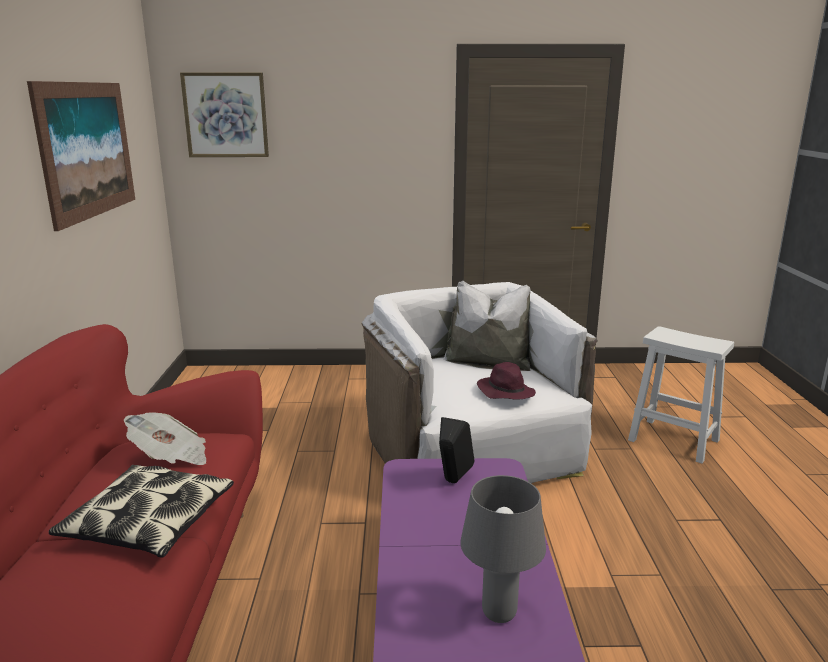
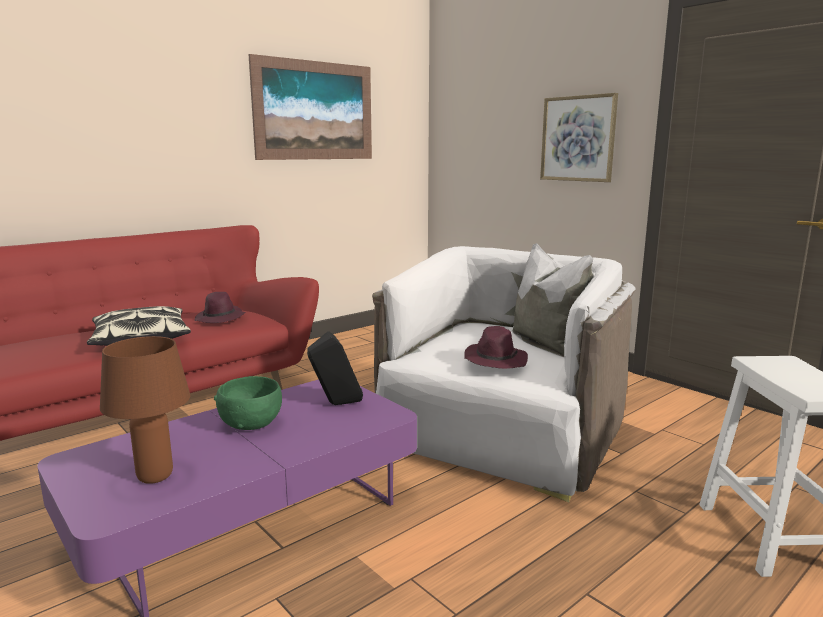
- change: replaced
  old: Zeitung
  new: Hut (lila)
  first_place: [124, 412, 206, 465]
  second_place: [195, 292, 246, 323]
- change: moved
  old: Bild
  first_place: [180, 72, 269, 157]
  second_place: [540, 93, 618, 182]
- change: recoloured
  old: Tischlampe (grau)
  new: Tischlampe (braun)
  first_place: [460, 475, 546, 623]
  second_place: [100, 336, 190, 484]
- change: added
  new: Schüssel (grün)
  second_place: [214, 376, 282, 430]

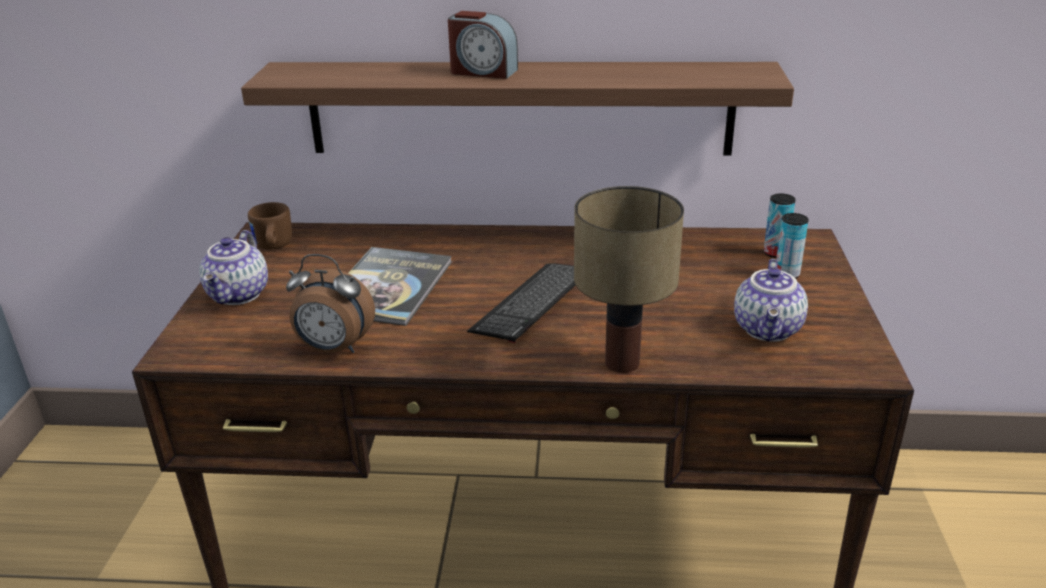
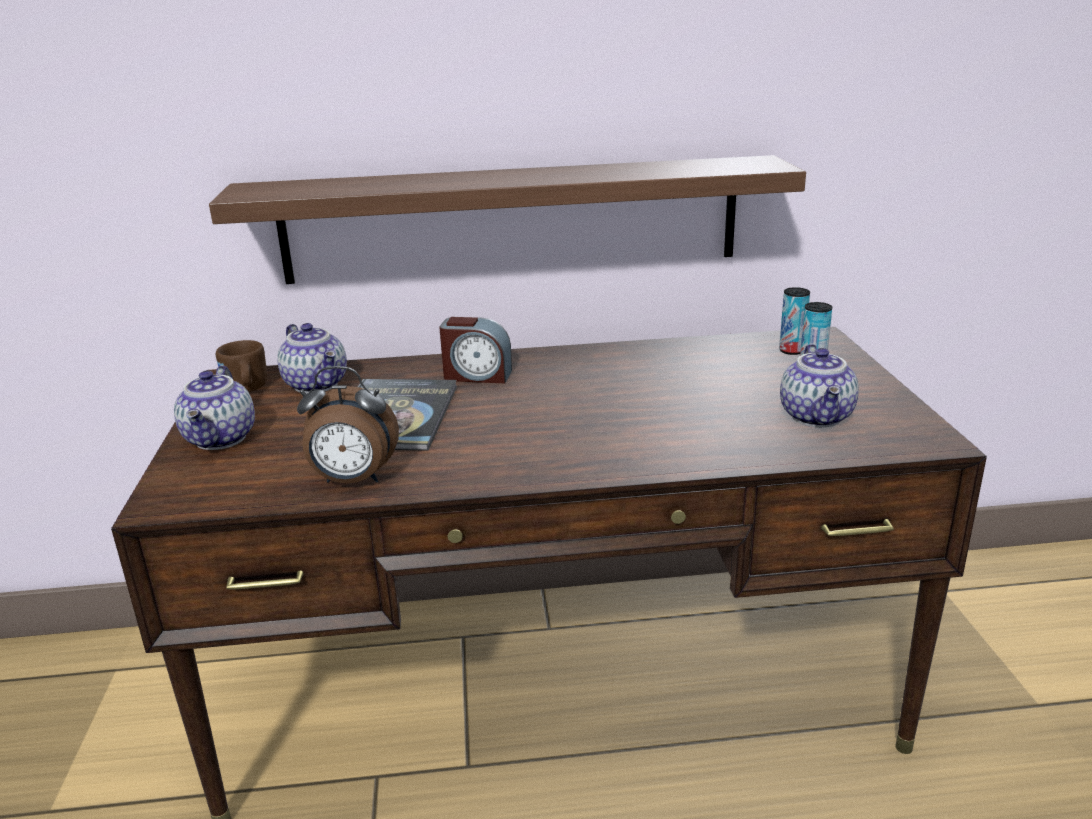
- change: moved
  old: Wecker
  first_place: [448, 11, 518, 79]
  second_place: [439, 317, 512, 383]
- change: removed
  old: Tastatur
  first_place: [467, 263, 575, 343]
- change: removed
  old: Tischlampe
  first_place: [574, 186, 684, 373]
- change: added
  new: Teekanne
  second_place: [277, 323, 347, 394]

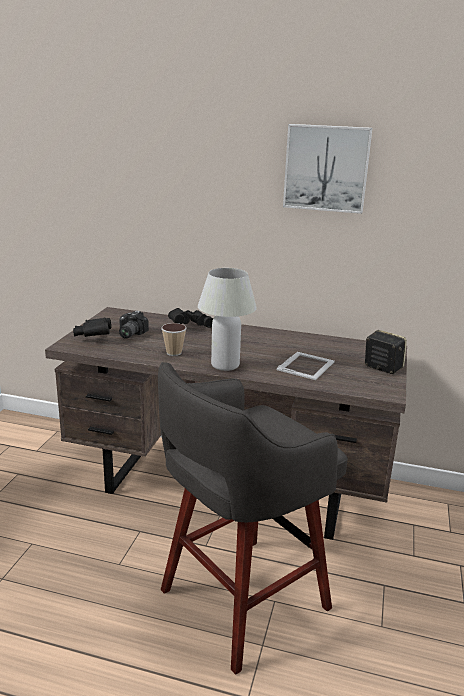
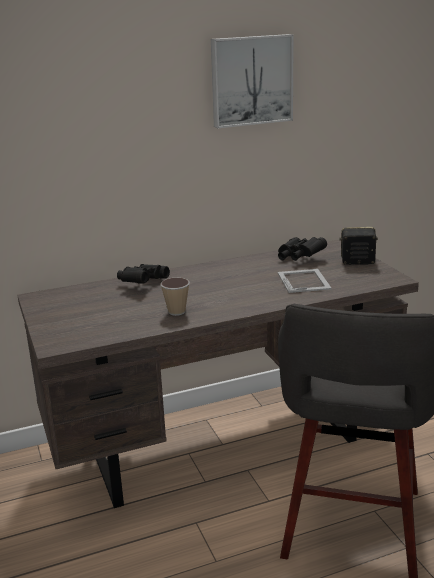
- change: moved
  old: Fernglas (schwarz)
  first_place: [73, 318, 111, 337]
  second_place: [278, 237, 327, 261]
- change: removed
  old: Kamera
  first_place: [119, 311, 149, 339]
- change: removed
  old: Tischlampe (weiß)
  first_place: [198, 268, 257, 371]

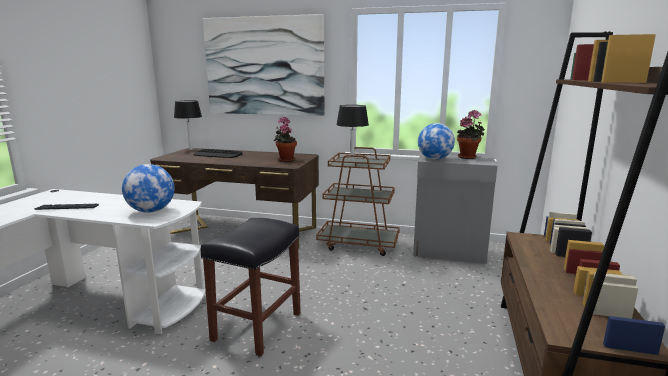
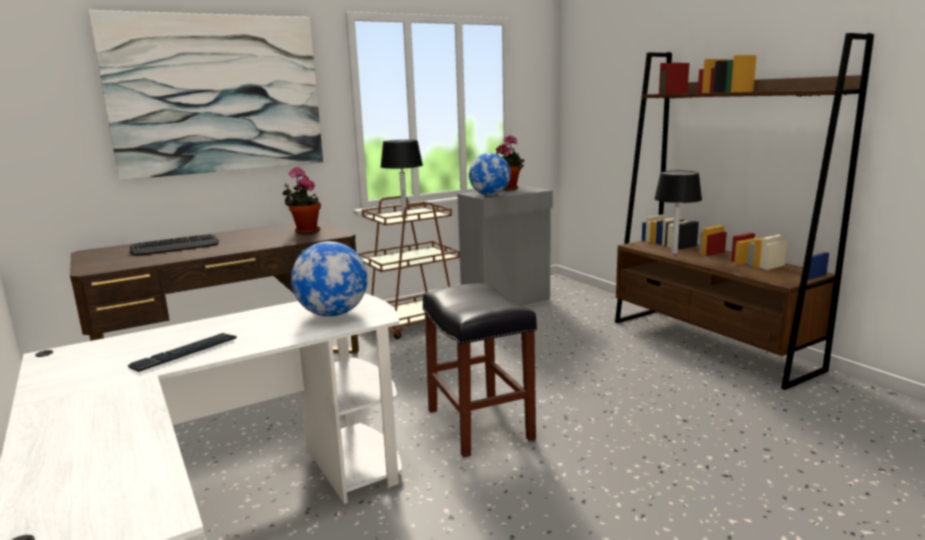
- change: moved
  old: Tischlampe (schwarz)
  first_place: [174, 100, 202, 150]
  second_place: [654, 171, 702, 254]

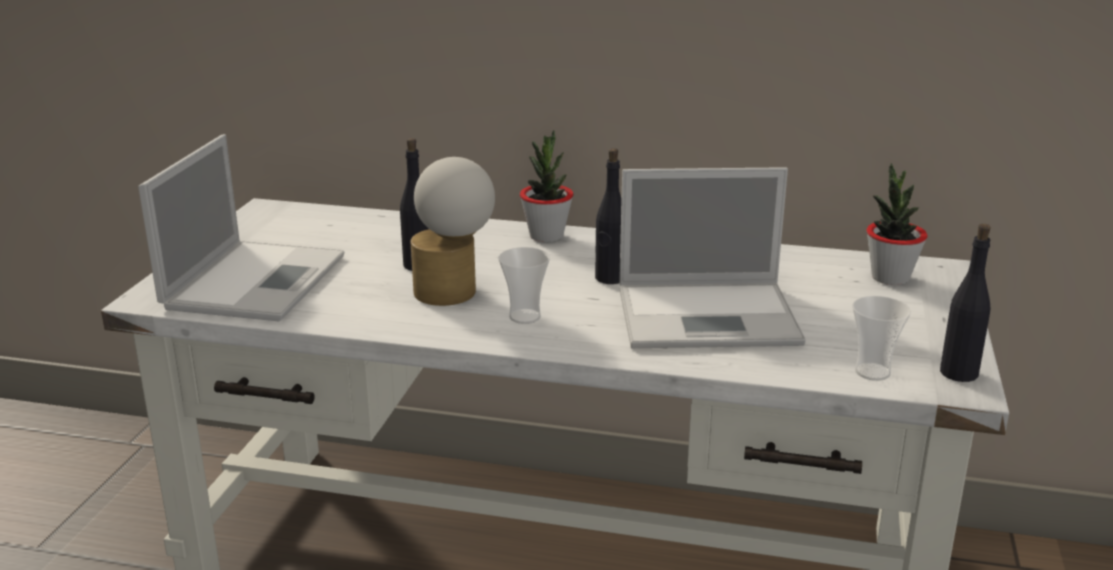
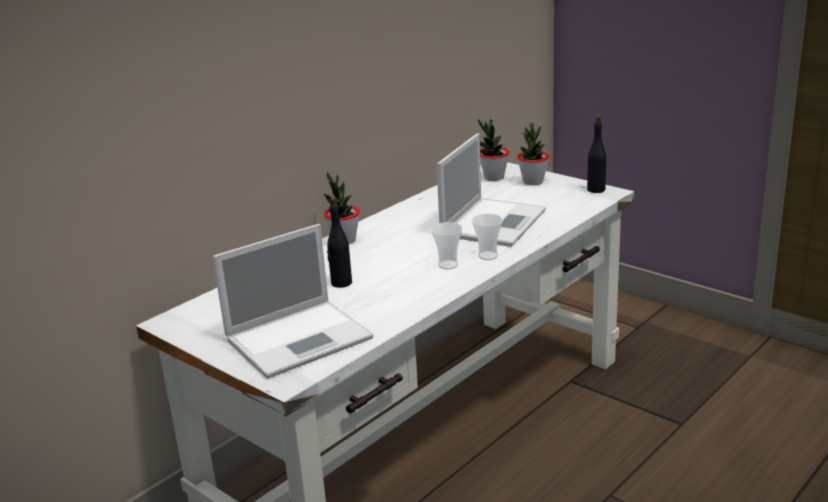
- change: turned
  old: Laptop
  first_place: [138, 134, 344, 321]
  second_place: [213, 224, 373, 379]
  degrees: 105
- change: removed
  old: Tischlampe
  first_place: [411, 157, 495, 306]
- change: removed
  old: Flasche (schwarz)
  first_place: [595, 148, 622, 284]
- change: moved
  old: Tasse
  first_place: [852, 296, 911, 381]
  second_place: [472, 214, 503, 260]
- change: added
  new: Topfpflanze
  second_place: [517, 123, 549, 185]

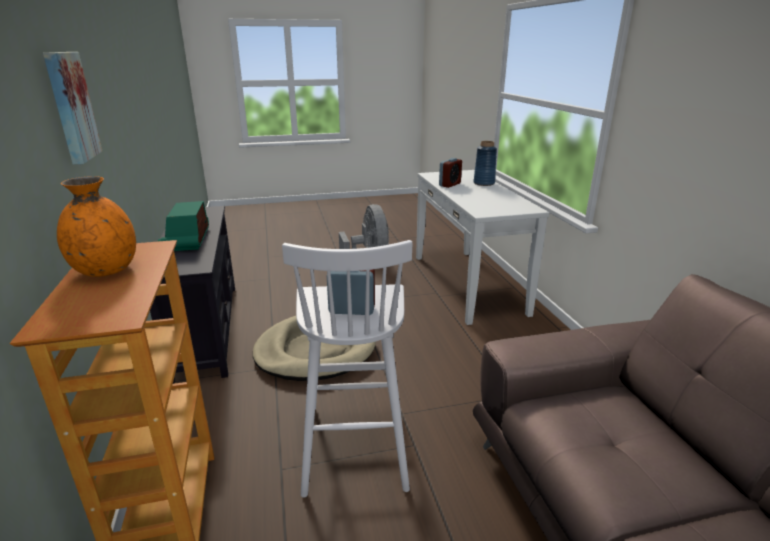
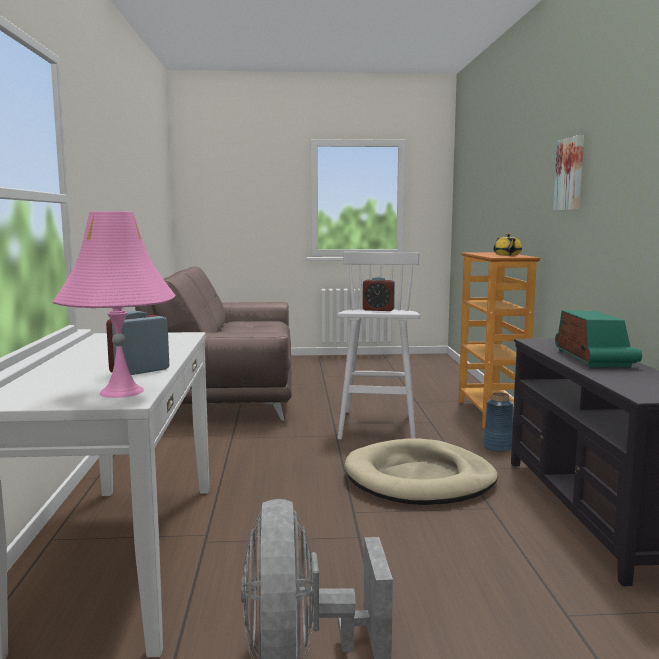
- change: replaced
  old: Vase (orange)
  new: Teekanne (gelb)
  first_place: [57, 176, 136, 277]
  second_place: [493, 233, 522, 255]
- change: moved
  old: Vase (blau)
  first_place: [473, 141, 497, 186]
  second_place: [483, 392, 513, 452]
- change: added
  new: Tischlampe (rosa)
  second_place: [53, 211, 176, 398]

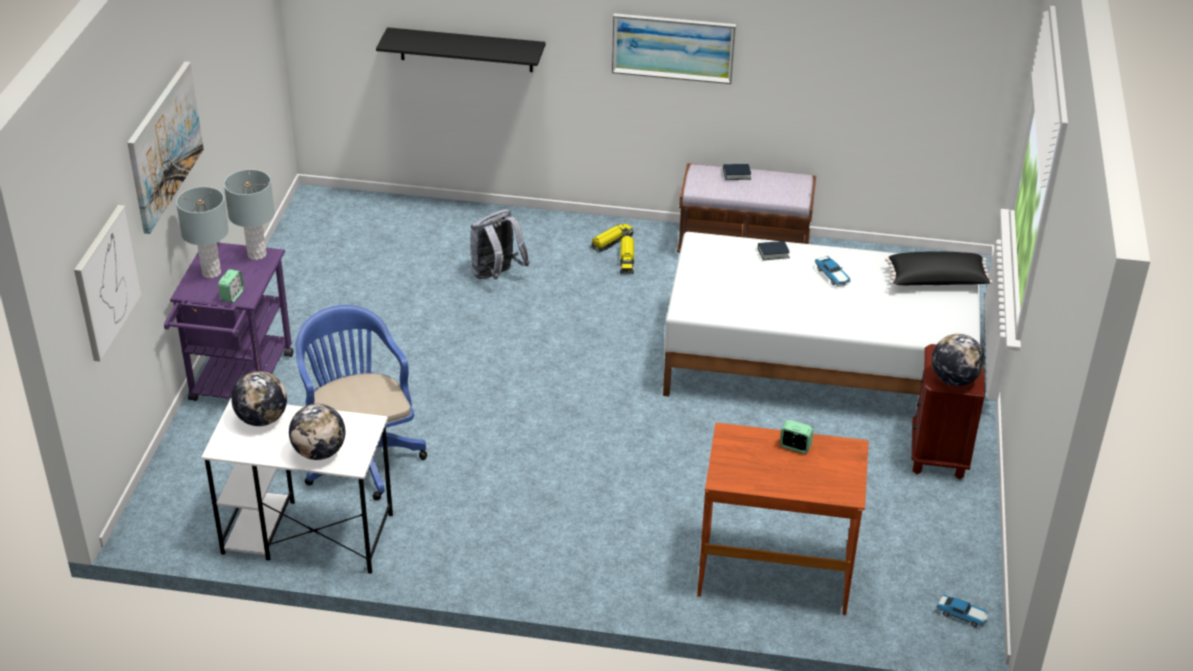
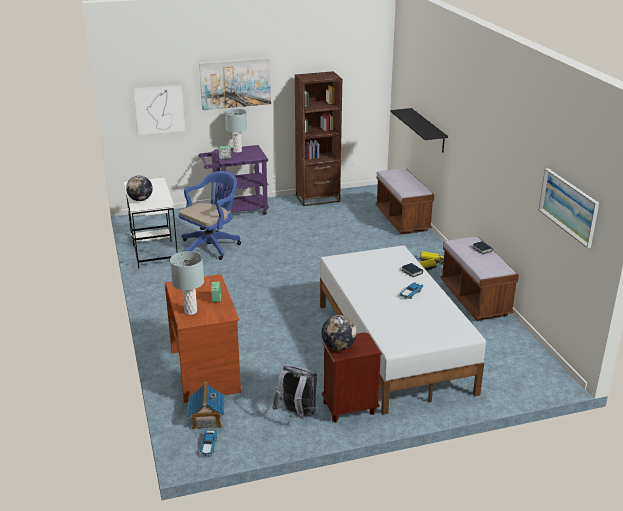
- change: moved
  old: Tischlampe (grau)
  first_place: [224, 169, 275, 260]
  second_place: [170, 251, 204, 315]
- change: removed
  old: Globus
  first_place: [231, 371, 287, 426]
- change: moved
  old: Rucksack (grau)
  first_place: [471, 209, 530, 280]
  second_place: [273, 365, 317, 419]
- change: moved
  old: Bild
  first_place: [612, 13, 736, 84]
  second_place: [539, 168, 599, 248]
- change: removed
  old: Kissen (schwarz)
  first_place: [885, 251, 993, 285]
- change: added
  new: Spielzeughaus
  second_place: [187, 382, 225, 429]
- change: added
  new: Bücherregal (braun)
  second_place: [295, 71, 342, 206]
- change: added
  new: Bank (braun)
  second_place: [375, 169, 434, 235]

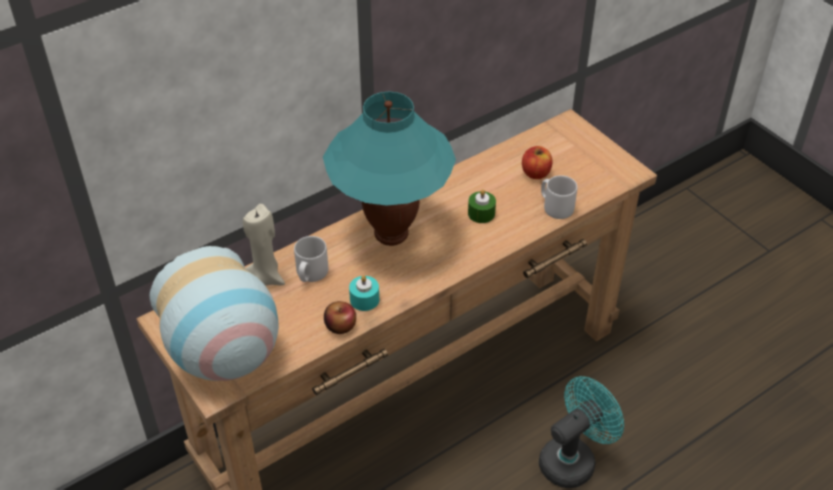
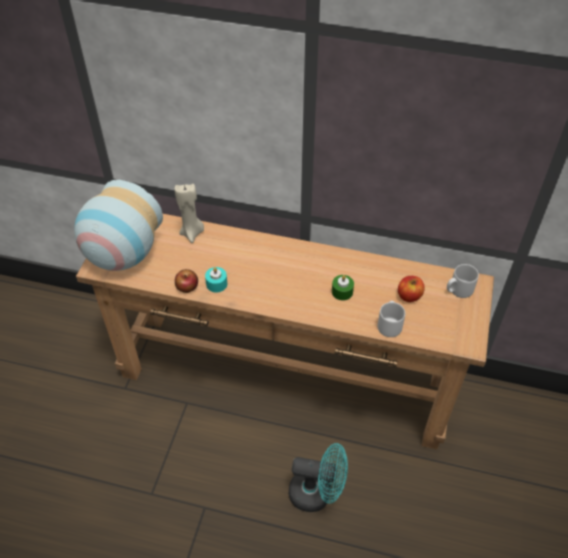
- change: moved
  old: Henkelbecher (grau)
  first_place: [294, 236, 328, 282]
  second_place: [447, 264, 479, 298]
- change: removed
  old: Tischlampe (türkis)
  first_place: [323, 91, 456, 246]

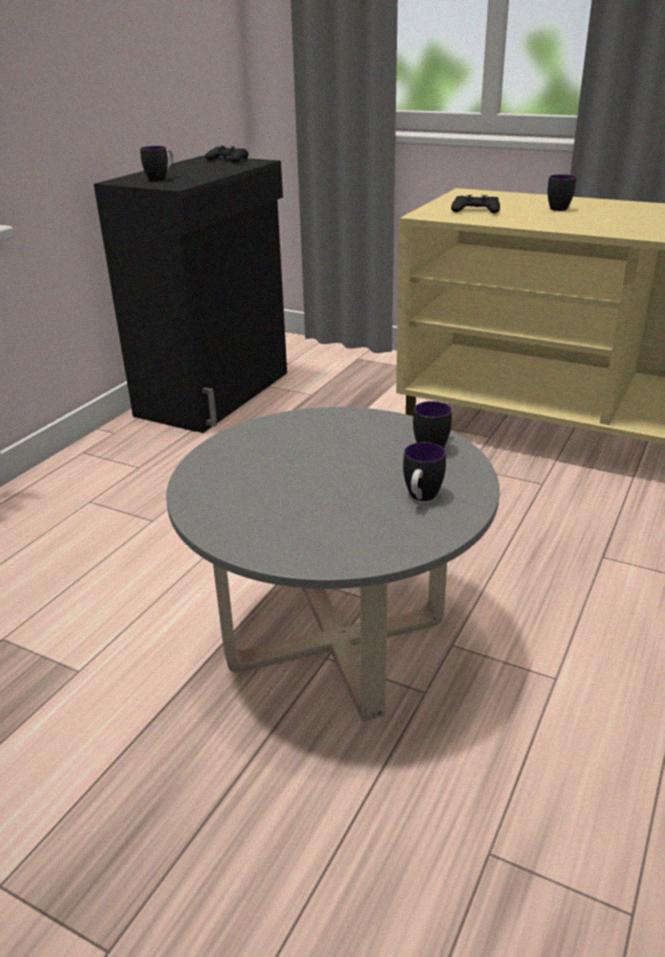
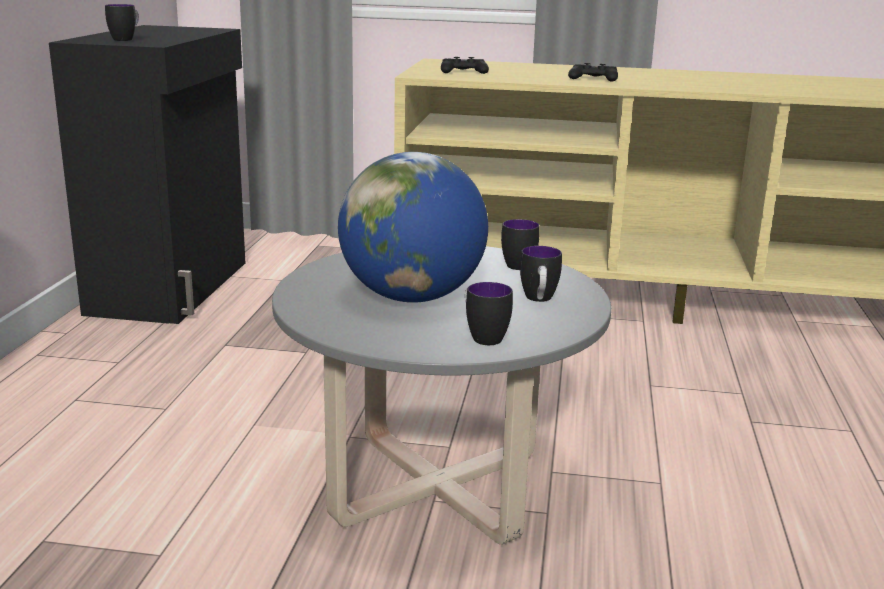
- change: moved
  old: Gamepad (schwarz)
  first_place: [205, 146, 249, 162]
  second_place: [568, 63, 618, 82]
- change: moved
  old: Henkelbecher
  first_place: [547, 174, 576, 211]
  second_place: [465, 282, 513, 345]
- change: added
  new: Globus
  second_place: [338, 152, 488, 303]

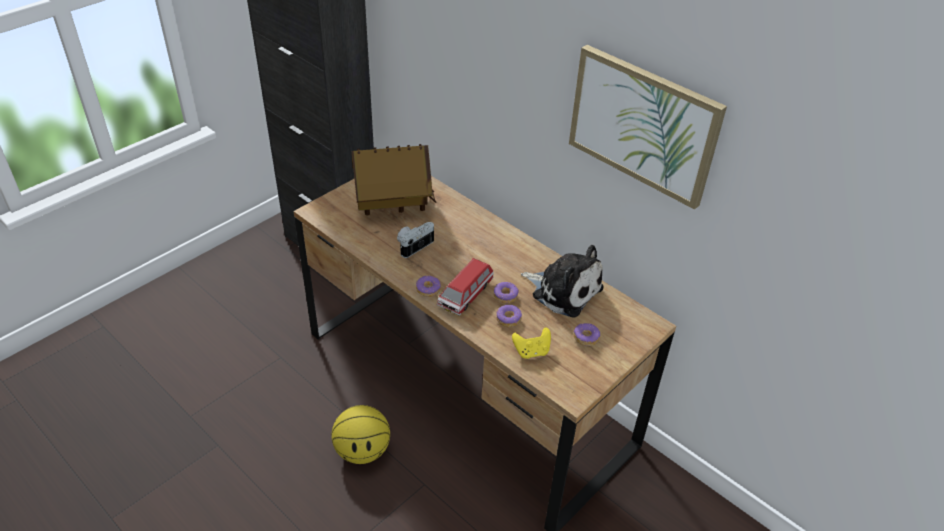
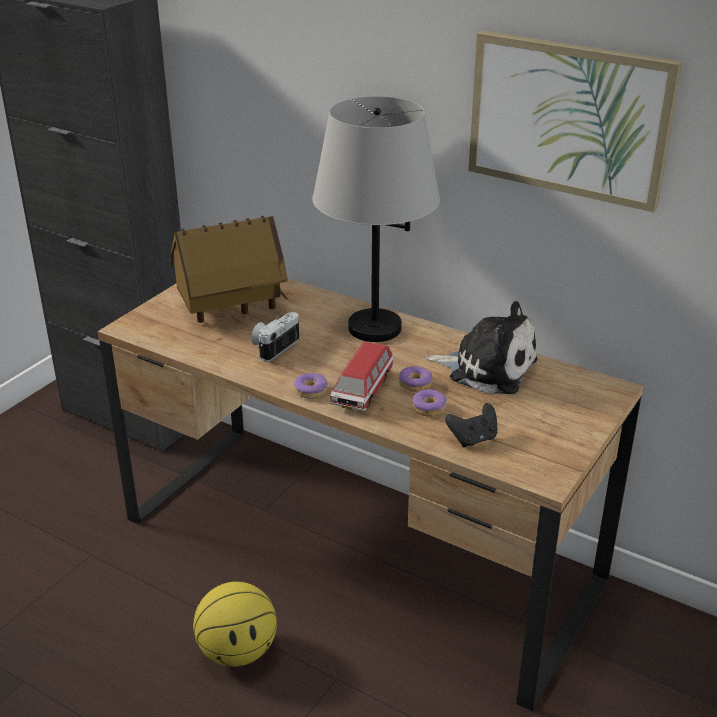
- change: recoloured
  old: Gamepad (gelb)
  new: Gamepad (schwarz)
  first_place: [512, 327, 551, 359]
  second_place: [445, 403, 497, 447]
- change: removed
  old: Donut
  first_place: [574, 323, 600, 346]
- change: added
  new: Tischlampe (grau)
  second_place: [313, 96, 440, 342]

